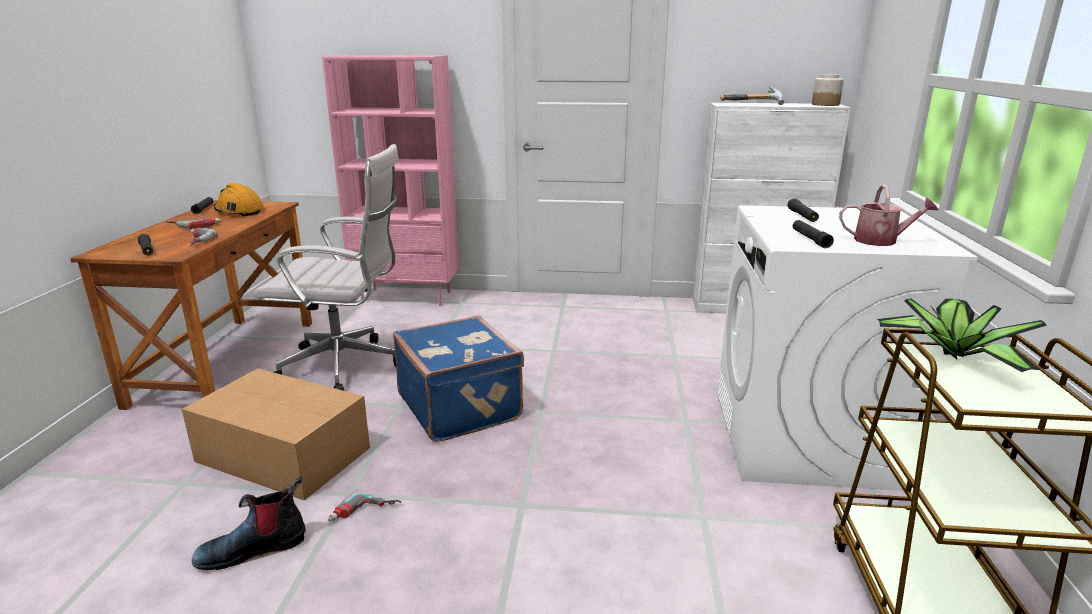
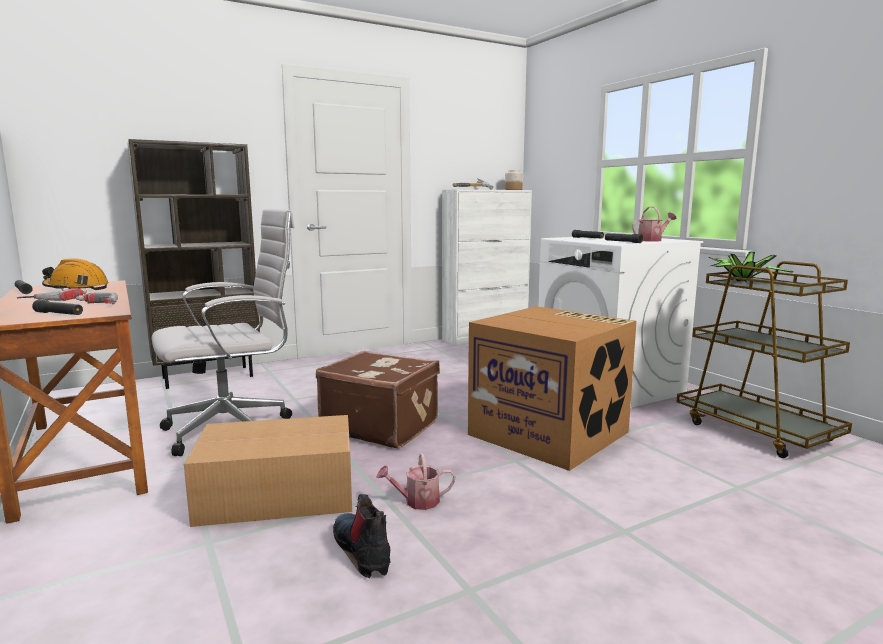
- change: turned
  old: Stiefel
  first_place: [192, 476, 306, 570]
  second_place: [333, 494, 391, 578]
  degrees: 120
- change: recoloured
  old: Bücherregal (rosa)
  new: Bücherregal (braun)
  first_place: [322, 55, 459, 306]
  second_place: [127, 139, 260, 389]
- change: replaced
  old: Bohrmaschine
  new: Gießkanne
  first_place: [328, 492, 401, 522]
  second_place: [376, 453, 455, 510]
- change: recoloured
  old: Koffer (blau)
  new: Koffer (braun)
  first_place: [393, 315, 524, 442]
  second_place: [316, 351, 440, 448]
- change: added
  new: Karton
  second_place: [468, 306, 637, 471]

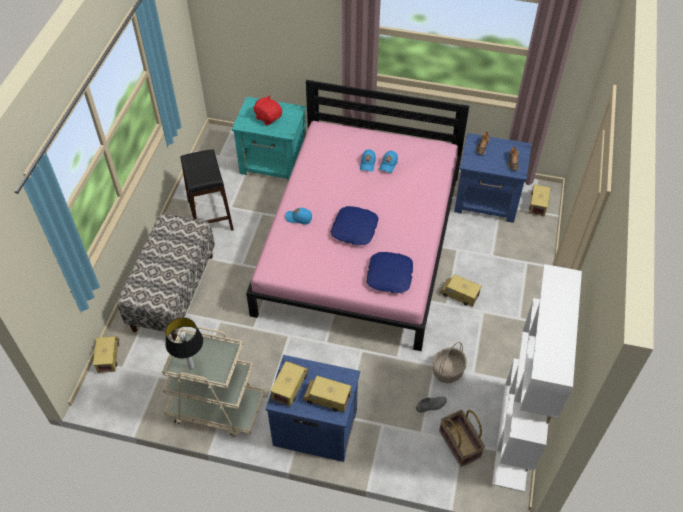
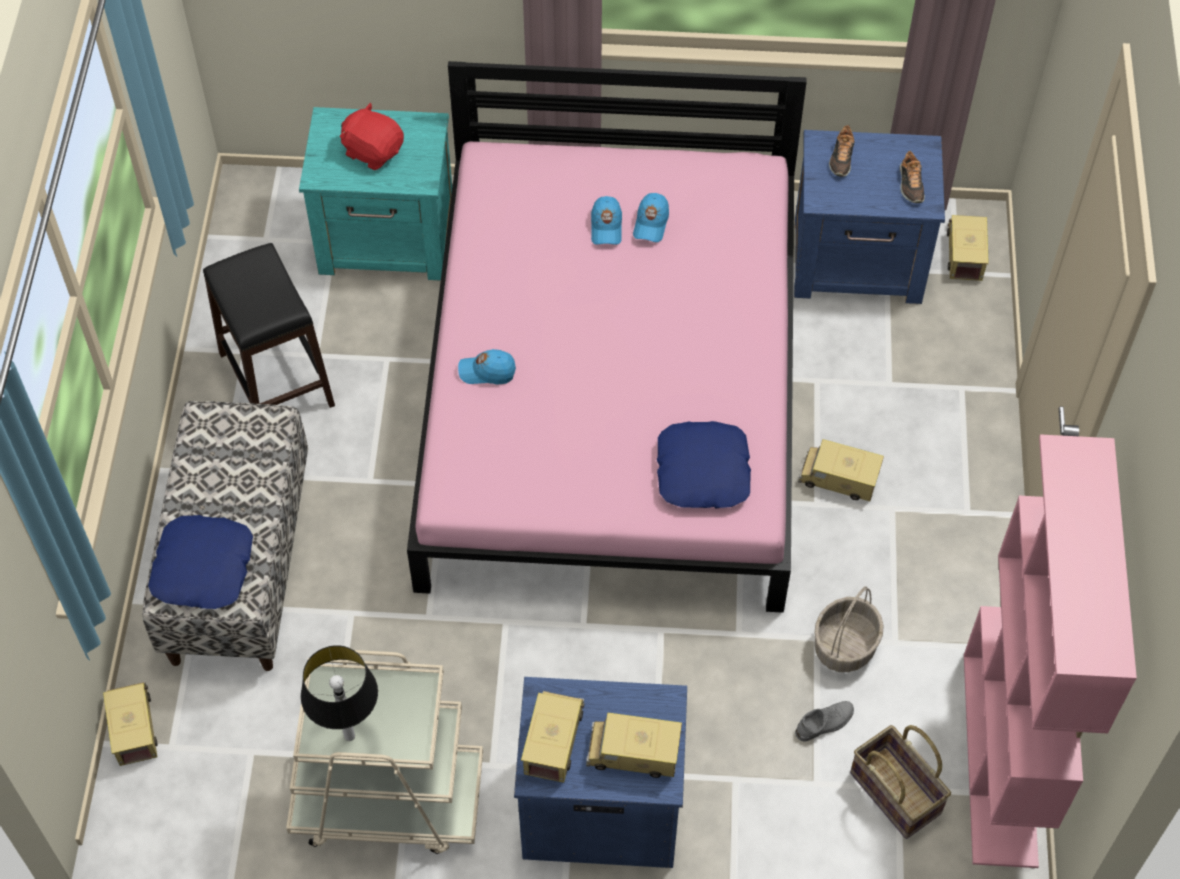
- change: moved
  old: Kissen (blau)
  first_place: [331, 206, 379, 245]
  second_place: [148, 515, 253, 609]
- change: recoloured
  old: Bücherregal (weiß)
  new: Bücherregal (rosa)
  first_place: [492, 264, 582, 492]
  second_place: [964, 434, 1137, 868]

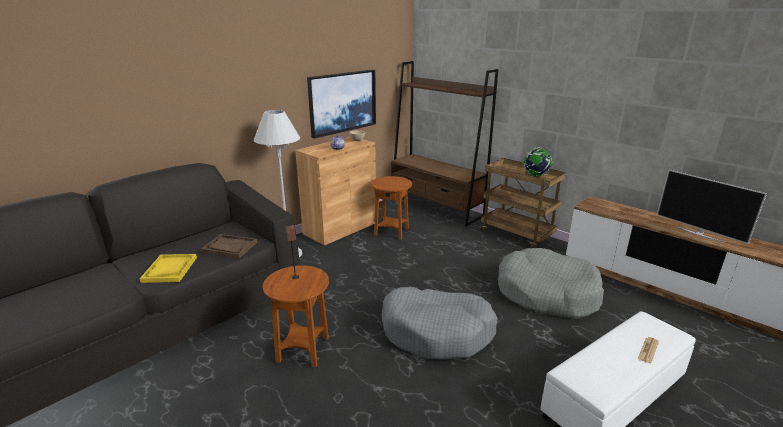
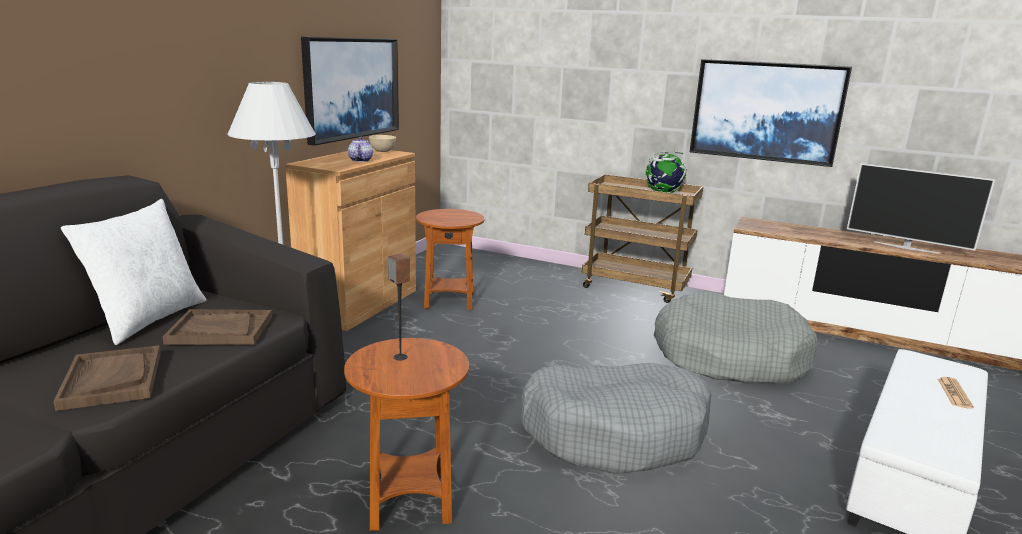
- change: recoloured
  old: Tablett (gelb)
  new: Tablett (braun)
  first_place: [140, 254, 197, 283]
  second_place: [53, 345, 161, 411]
- change: removed
  old: Bücherregal (braun)
  first_place: [391, 61, 498, 226]
- change: added
  new: Kissen (weiß)
  second_place: [61, 199, 207, 345]
- change: added
  new: Bild
  second_place: [690, 59, 852, 167]

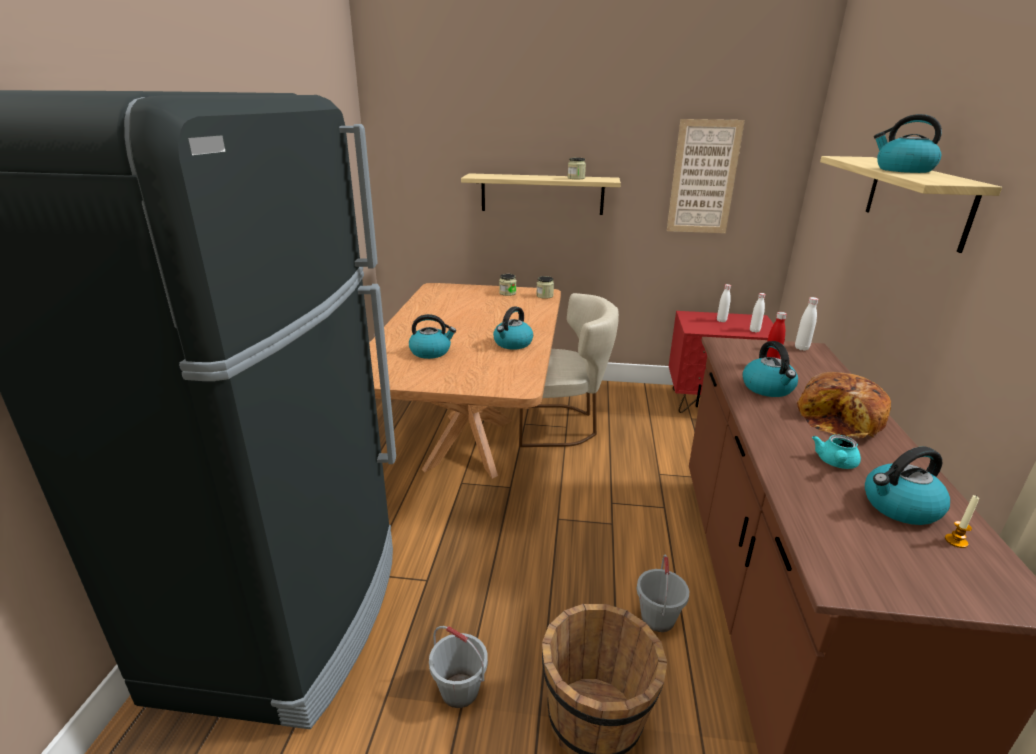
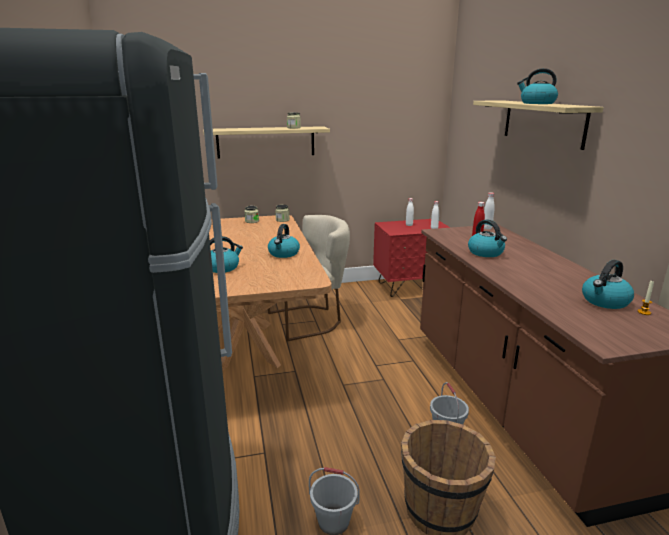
- change: removed
  old: Bild
  first_place: [667, 119, 745, 233]
- change: removed
  old: Brot
  first_place: [797, 372, 891, 438]
- change: removed
  old: Teekanne (türkis)
  first_place: [812, 435, 861, 469]

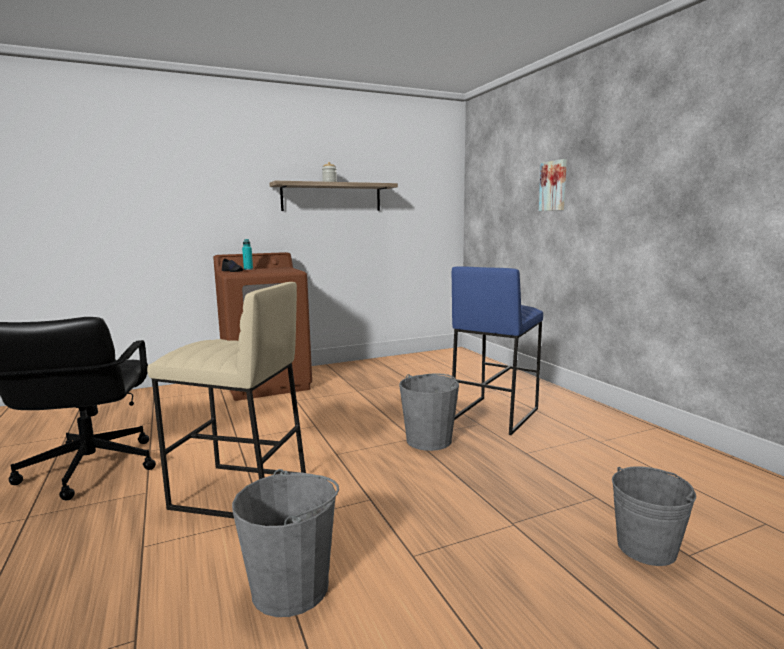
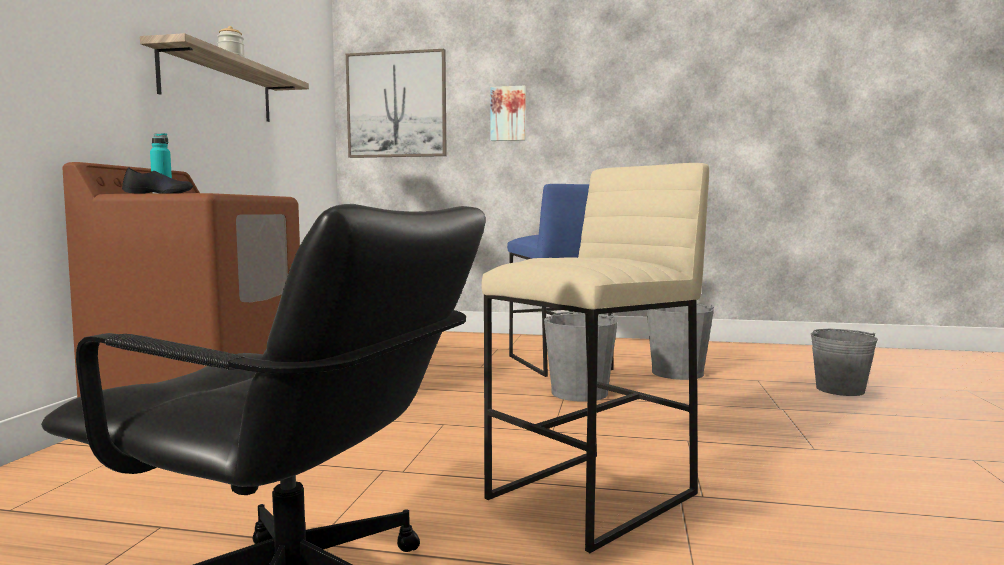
- change: moved
  old: Eimer (grau)
  first_place: [232, 469, 339, 617]
  second_place: [647, 303, 714, 380]
- change: added
  new: Bild
  second_place: [346, 49, 447, 158]

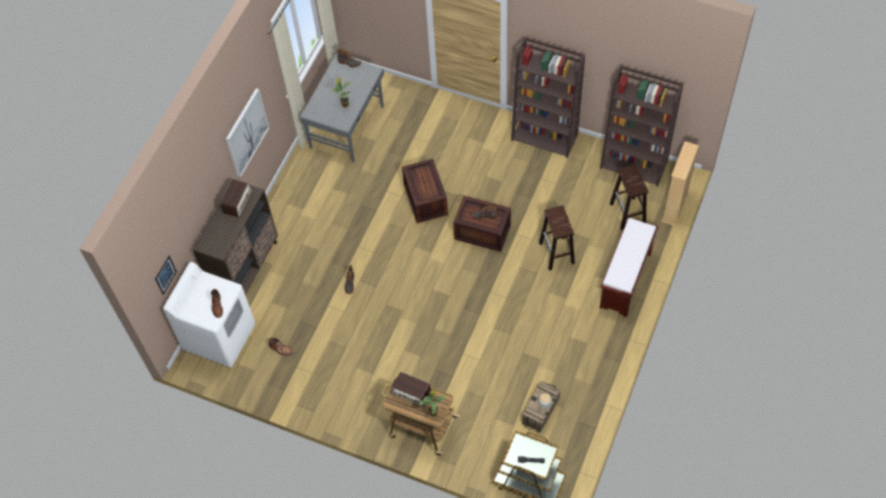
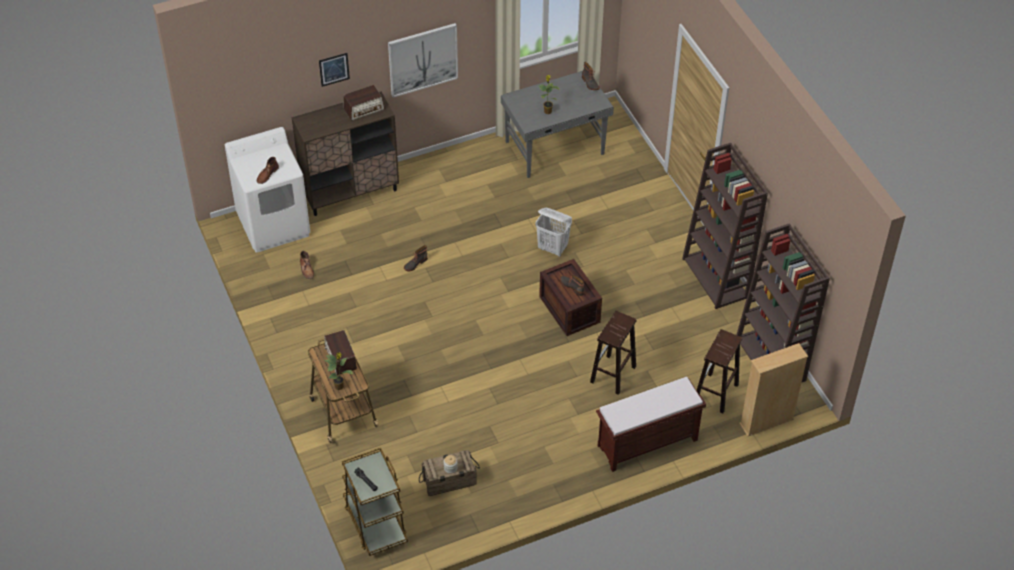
- change: moved
  old: Bild
  first_place: [155, 256, 177, 295]
  second_place: [319, 53, 350, 87]
- change: replaced
  old: Kiste
  new: Wäschekorb (weiß)
  first_place: [402, 159, 448, 223]
  second_place: [535, 208, 572, 257]

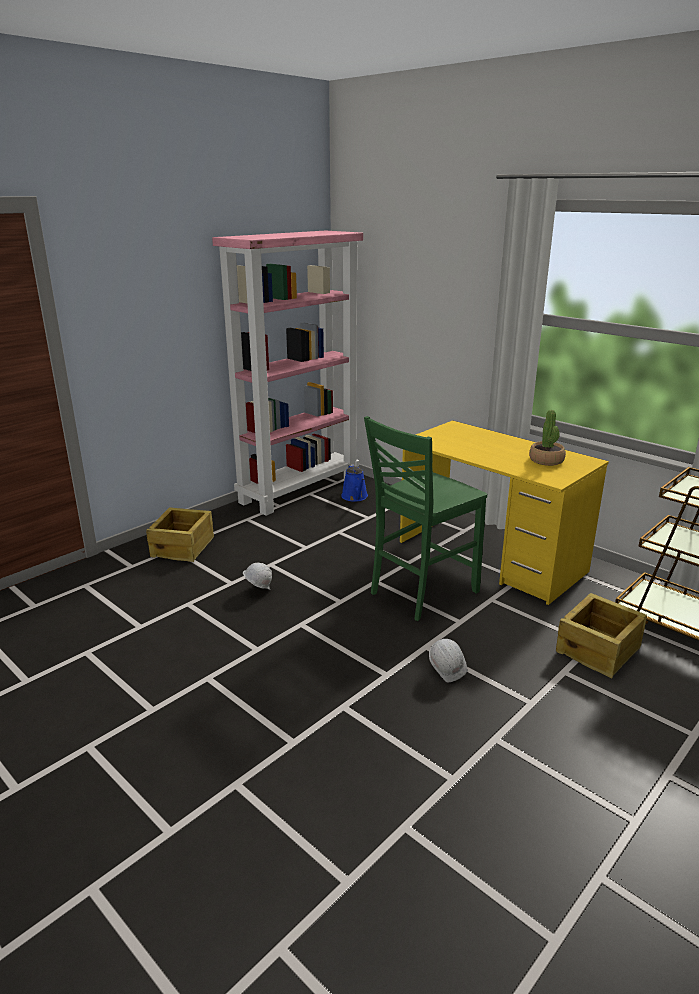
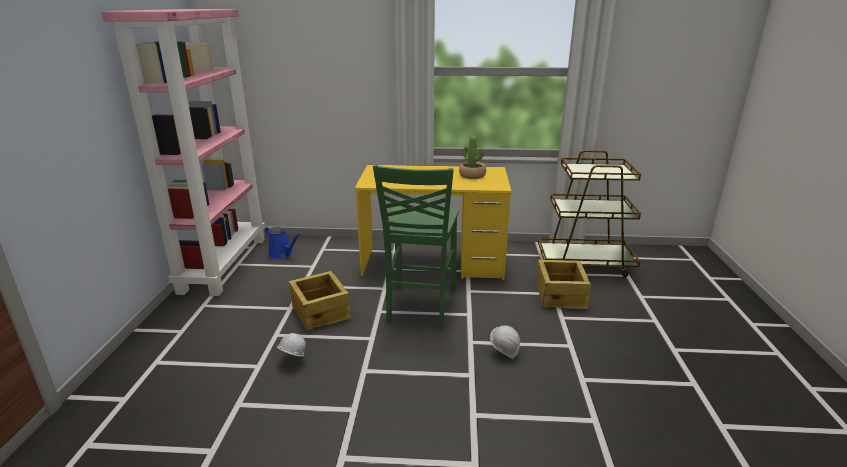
- change: moved
  old: Kiste
  first_place: [146, 508, 214, 562]
  second_place: [289, 271, 351, 331]

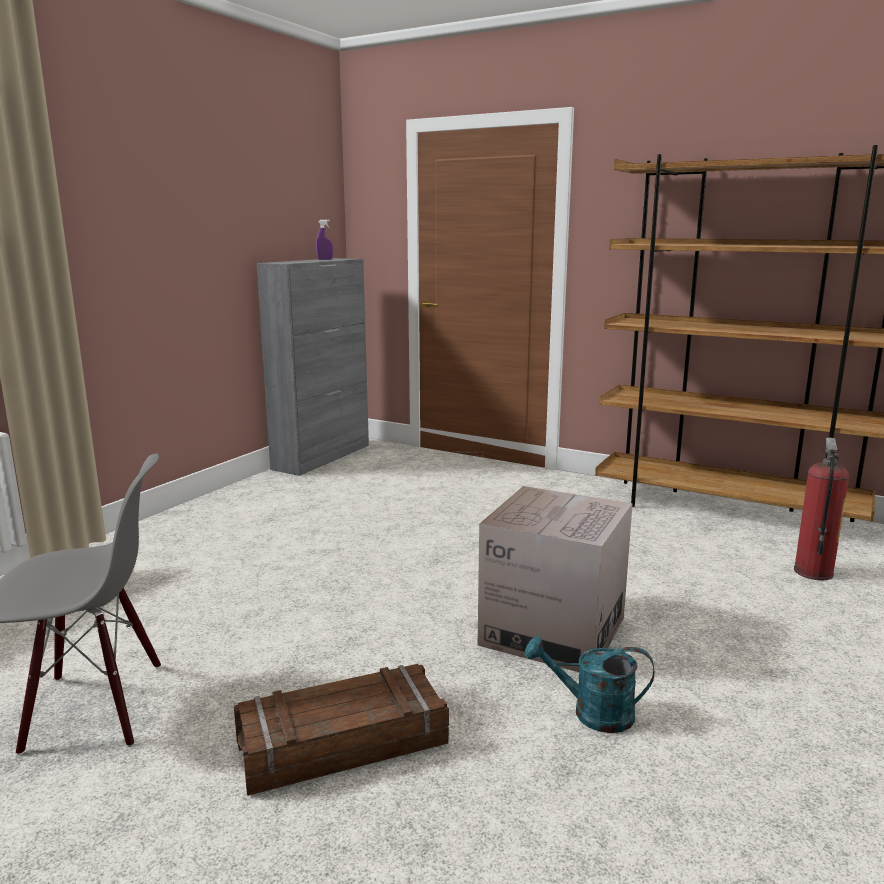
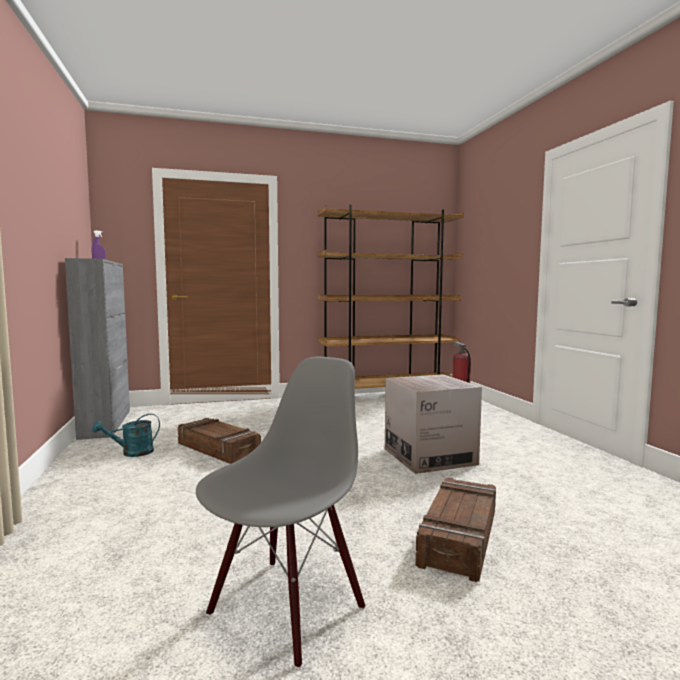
- change: moved
  old: Gießkanne (türkis)
  first_place: [525, 636, 654, 733]
  second_place: [92, 414, 160, 457]
- change: added
  new: Kiste
  second_place: [178, 418, 261, 464]

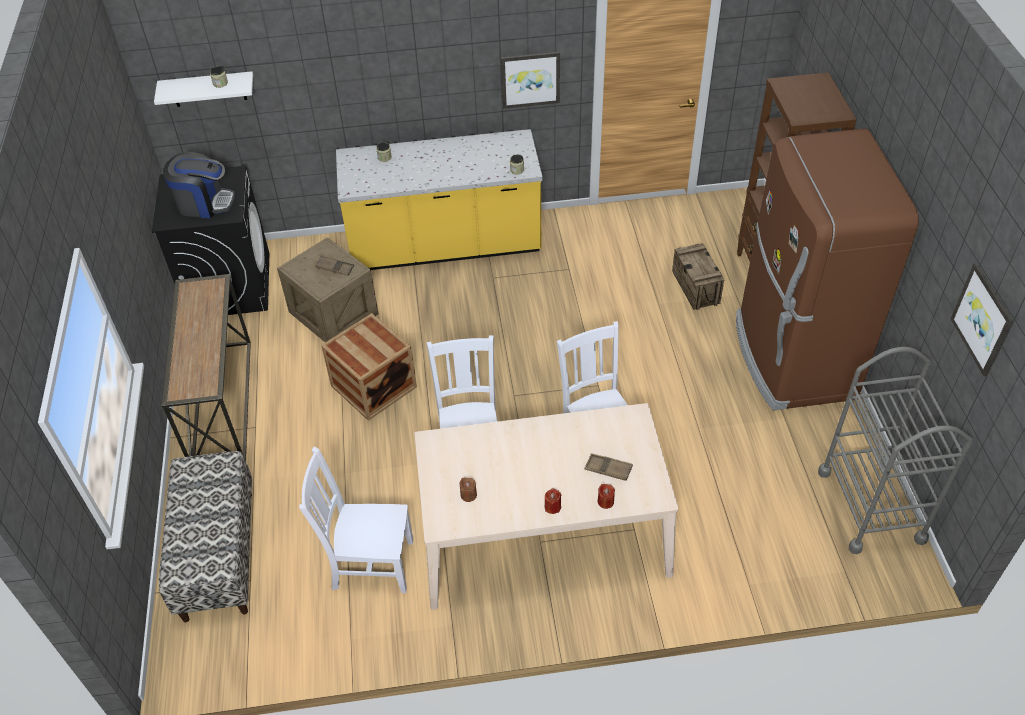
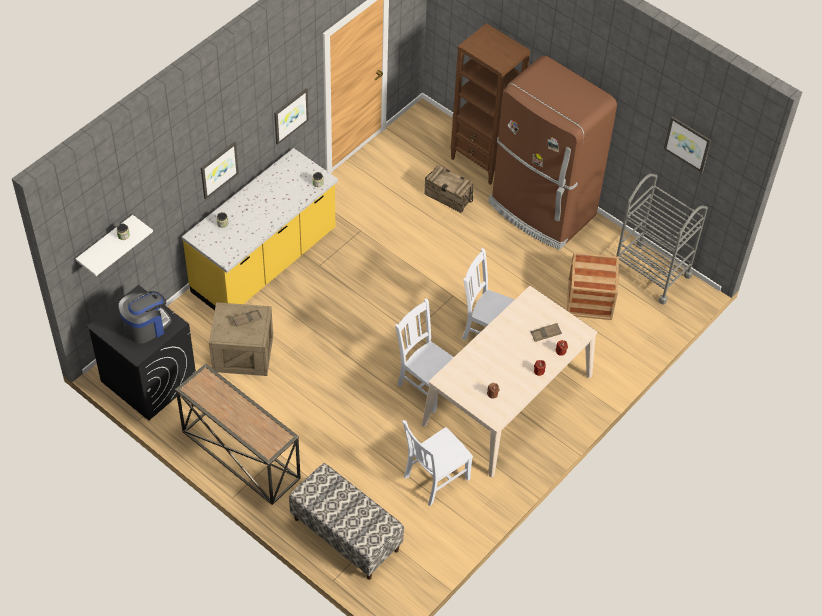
- change: moved
  old: Kiste
  first_place: [321, 313, 417, 421]
  second_place: [567, 252, 619, 320]
- change: added
  new: Bild
  second_place: [201, 141, 239, 199]

